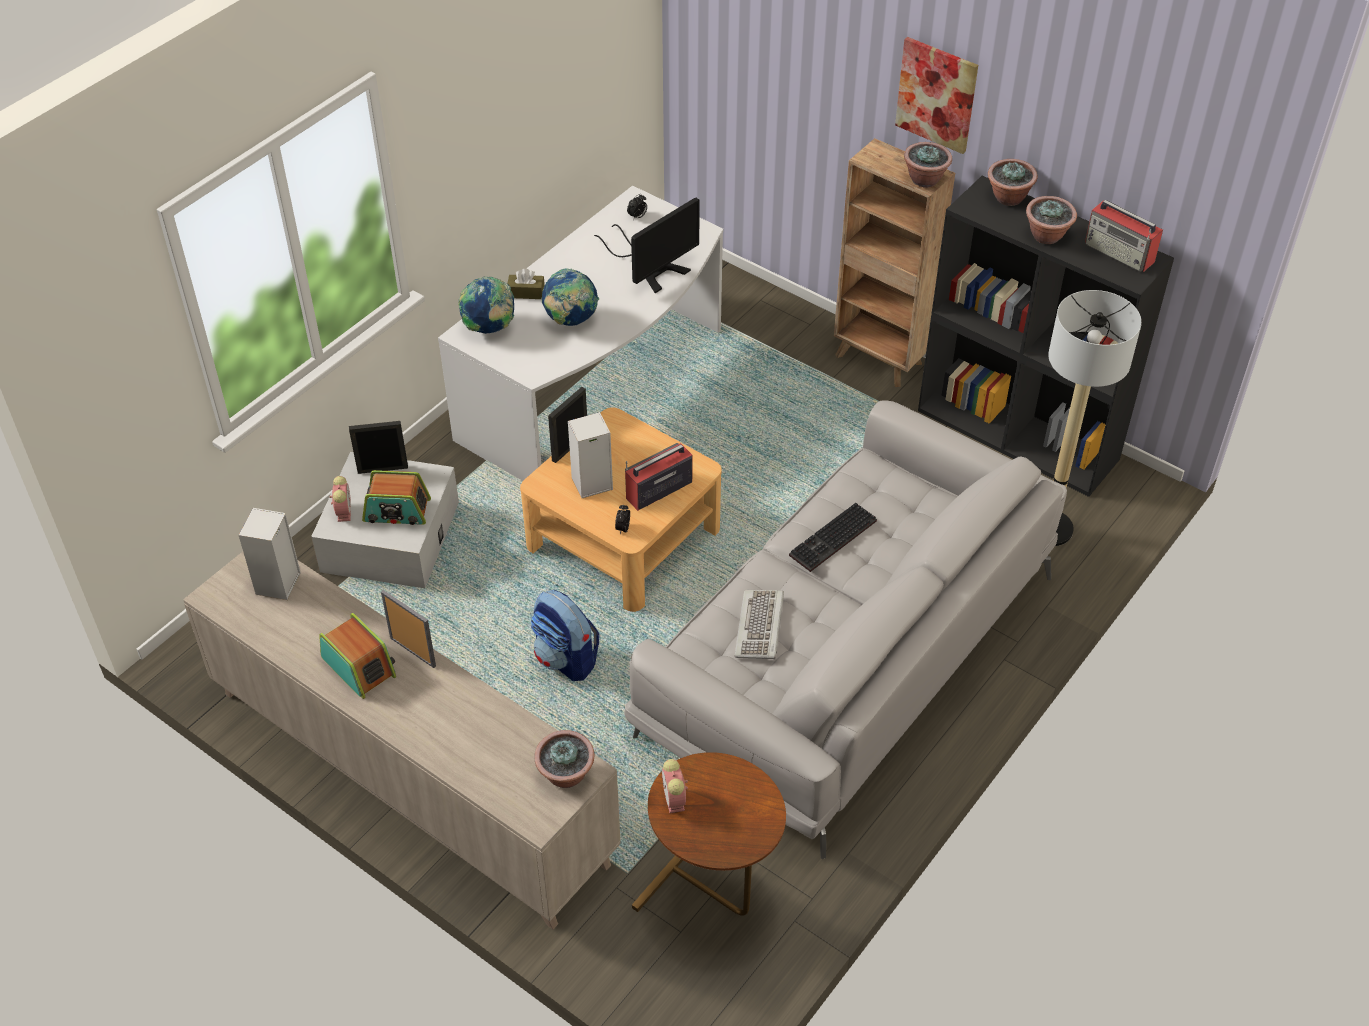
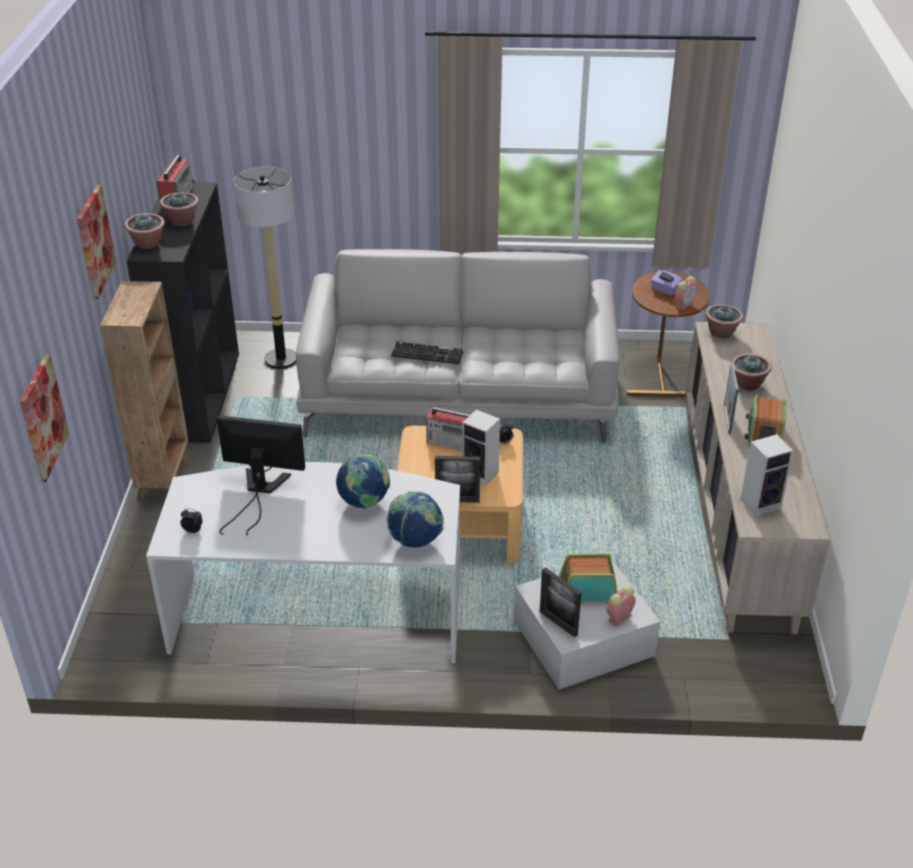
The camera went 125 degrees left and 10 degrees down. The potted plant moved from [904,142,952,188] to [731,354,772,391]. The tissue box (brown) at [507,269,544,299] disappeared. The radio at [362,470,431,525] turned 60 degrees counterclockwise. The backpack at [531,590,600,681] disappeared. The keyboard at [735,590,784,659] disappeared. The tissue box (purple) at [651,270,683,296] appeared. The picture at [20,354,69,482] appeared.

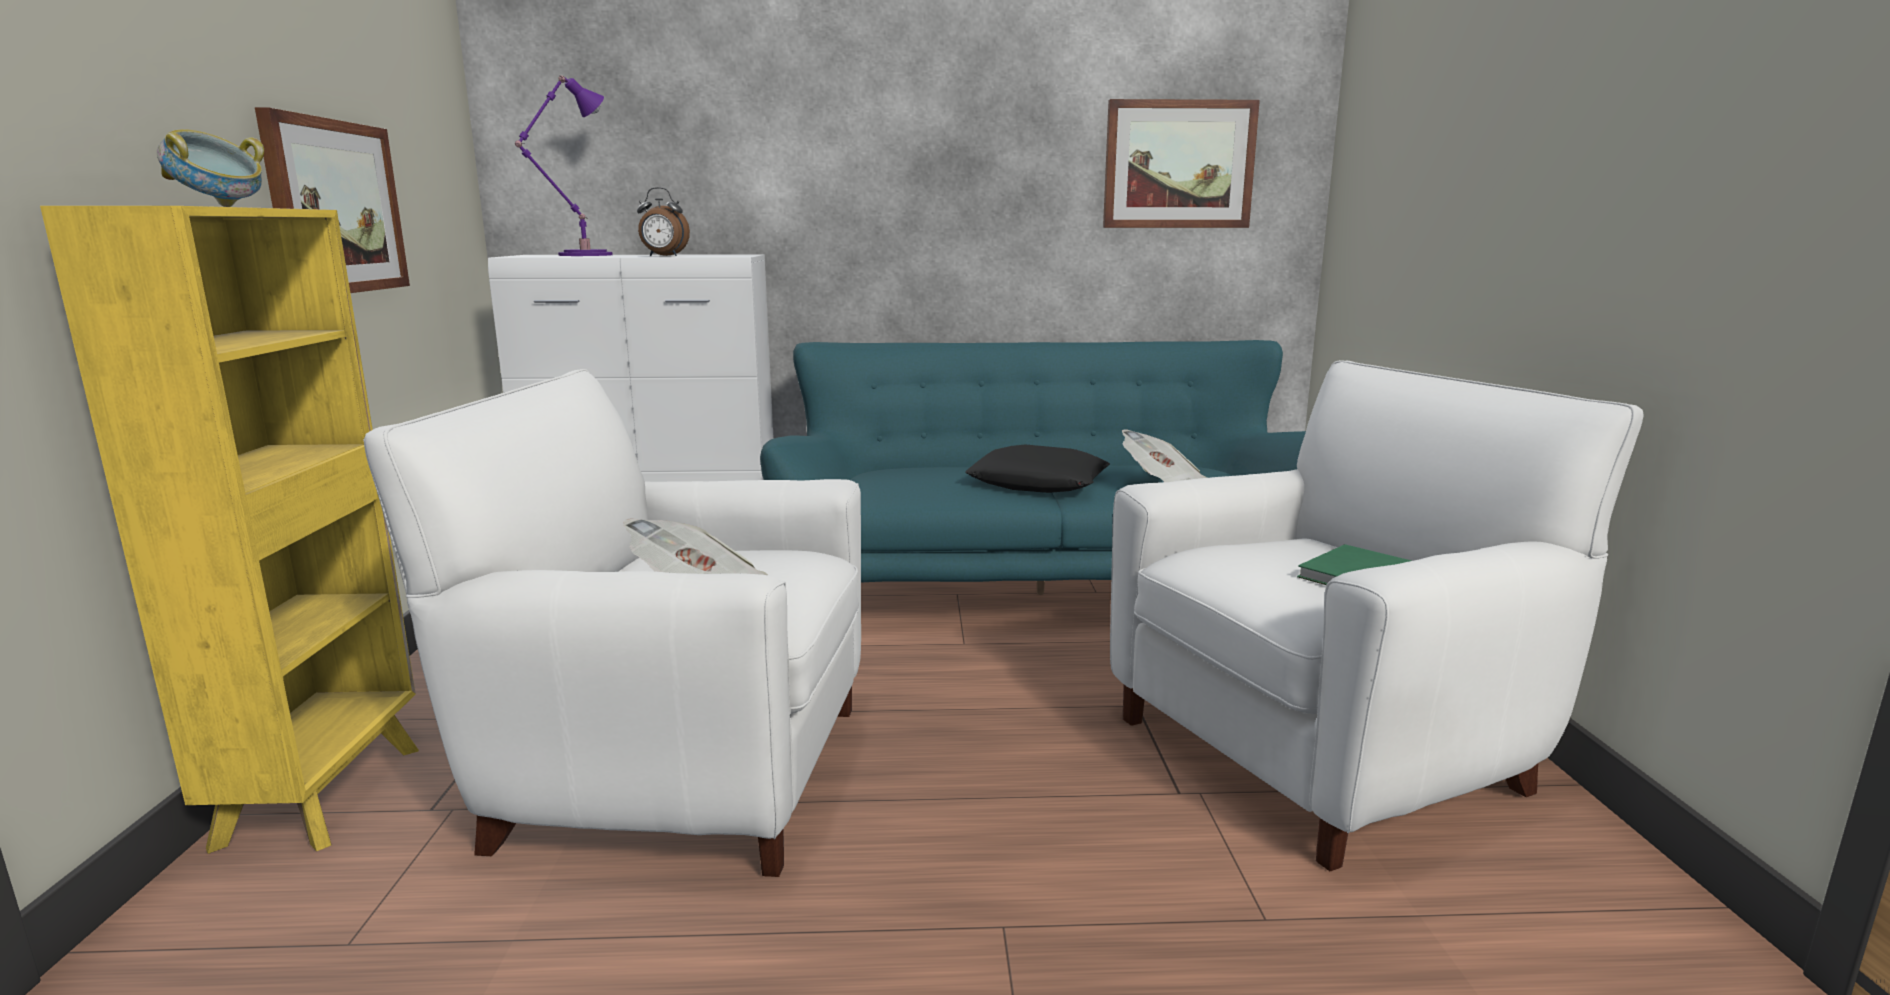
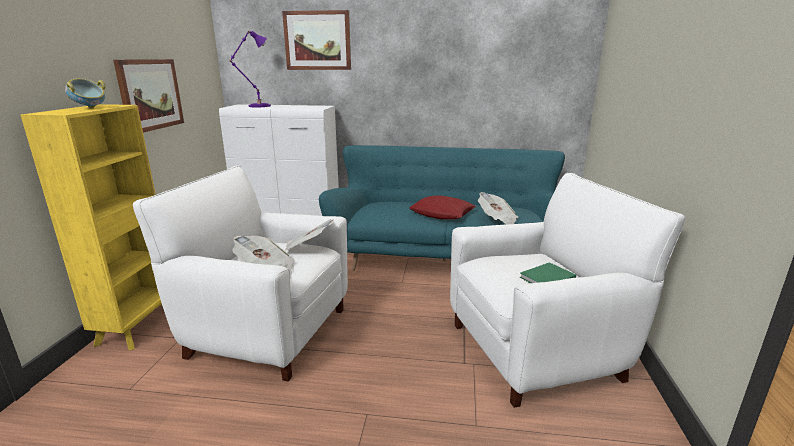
The camera went 10 degrees right and 5 degrees up. The picture moved from [1103,99,1260,228] to [282,10,351,70]. The alarm clock at [637,187,690,256] disappeared. The pillow (black) at [965,445,1110,493] became the pillow (red) at [409,196,476,220]. The newspaper at [285,219,334,251] appeared.

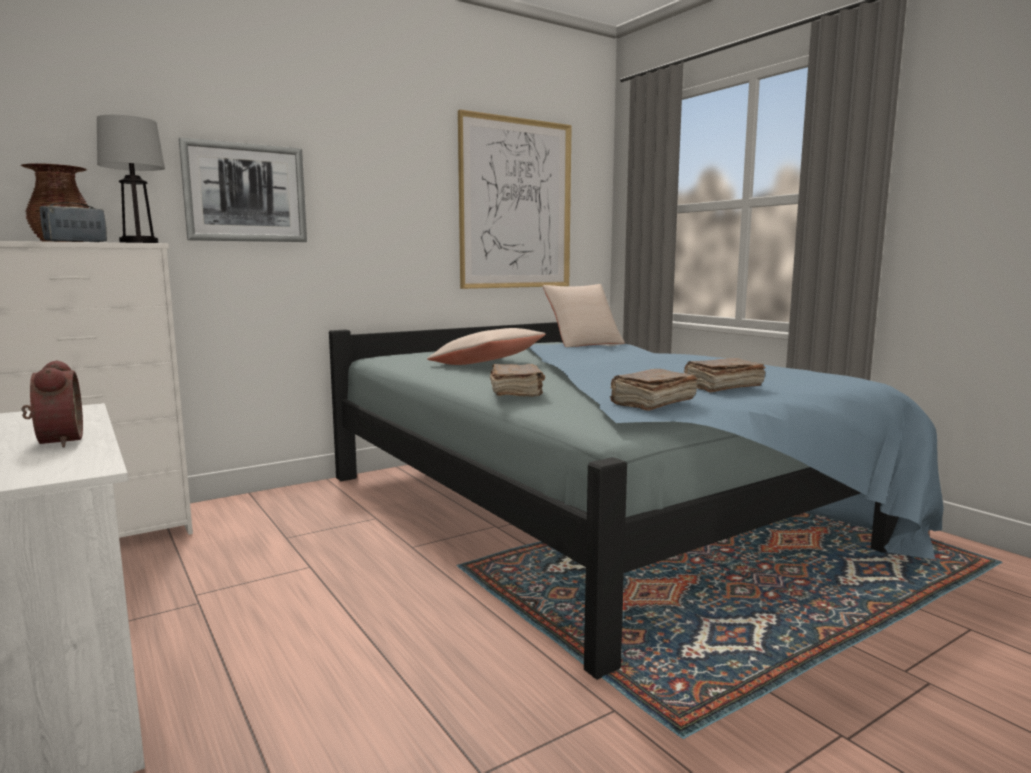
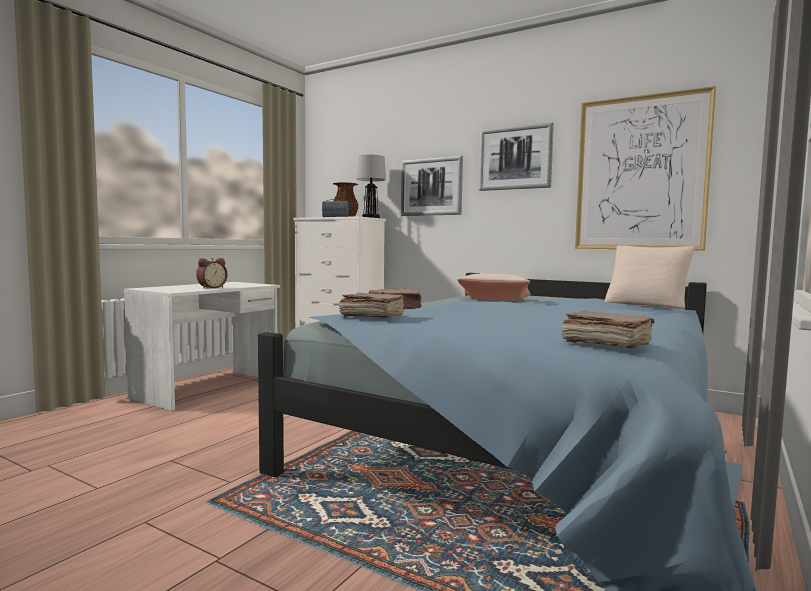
The camera went 65 degrees right and 5 degrees down. The book (brown) moved from [684,358,766,392] to [561,311,654,348]. The picture at [479,122,554,191] appeared.

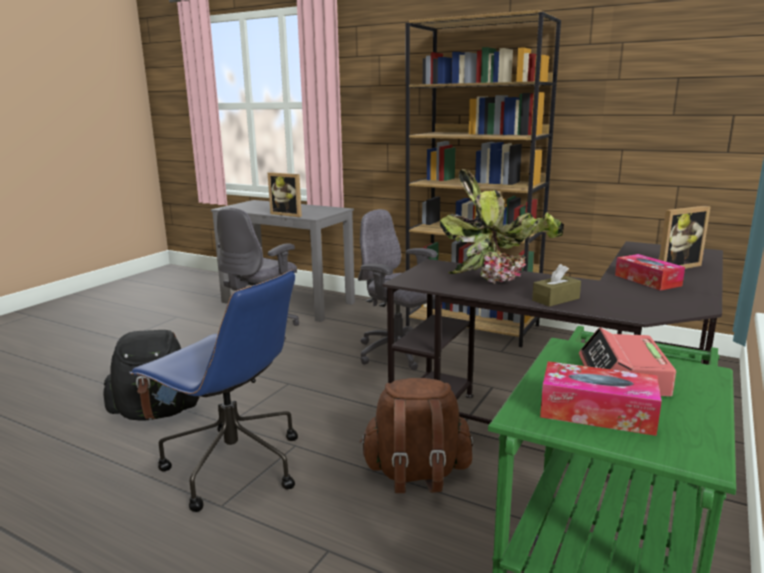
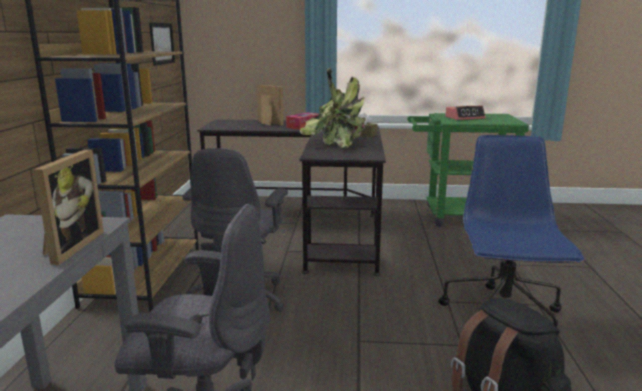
The camera went 115 degrees left and 0 degrees up. The tissue box at [540,361,662,436] disappeared. The backpack (brown) at [360,378,473,493] disappeared. The picture at [149,22,175,66] appeared.

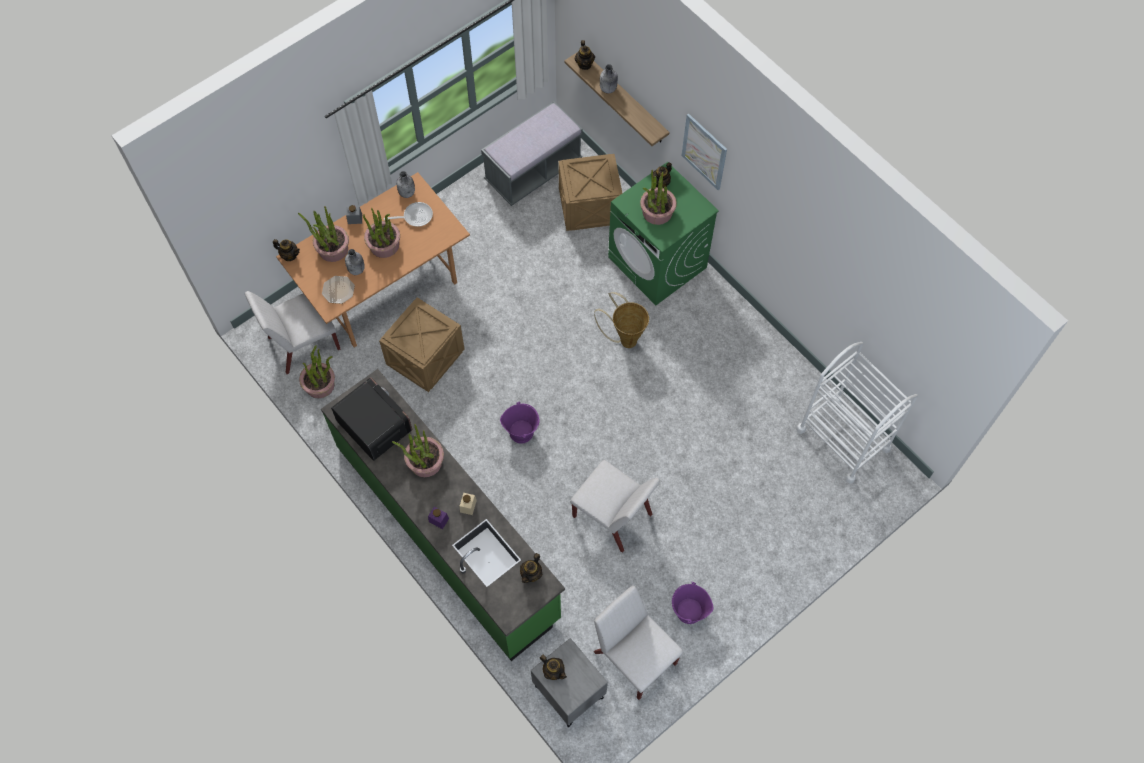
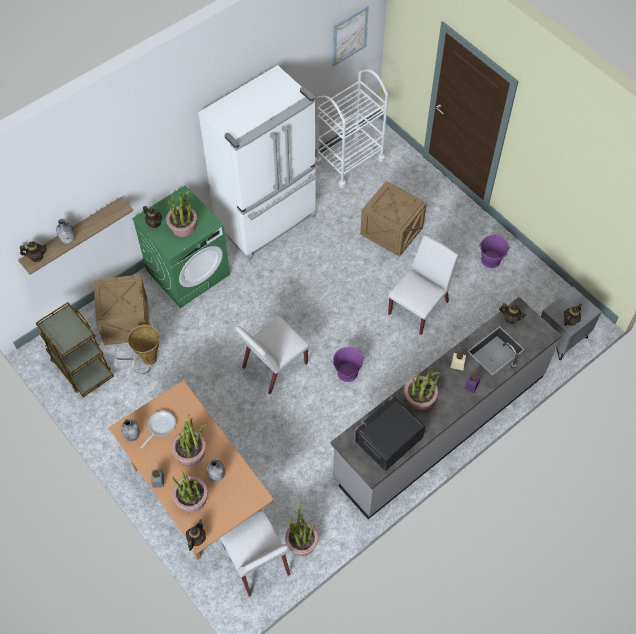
The camera went 90 degrees left and 5 degrees down. The bench (grey) at [481,101,583,206] was replaced by the cart (brown) at [36,302,114,397]. The picture moved from [681,114,727,190] to [332,5,369,67]. The frying pan at [384,202,433,227] turned 45 degrees clockwise. The plate at [322,276,355,304] disappeared. The basket moved from [594,292,649,348] to [115,325,160,374]. The crate moved from [379,297,465,392] to [360,181,427,256]. The counter (green) at [321,369,565,661] became the counter (grey) at [331,297,562,519]. The chair (white) moved from [594,585,683,700] to [236,316,310,394]. The fridge (white) at [198,65,316,260] appeared.

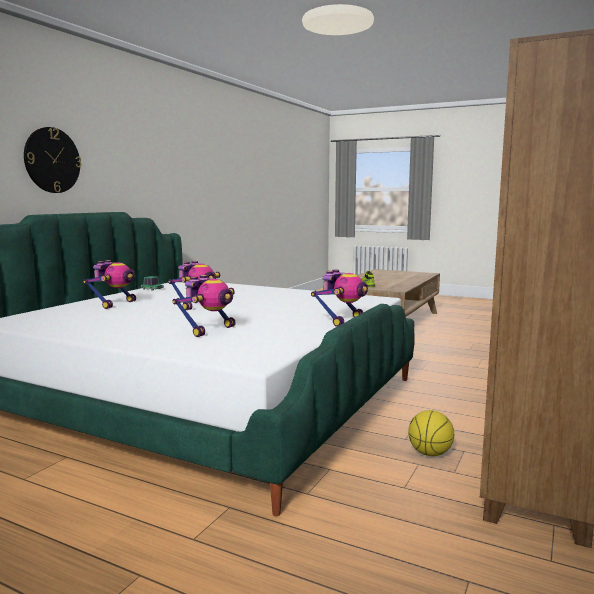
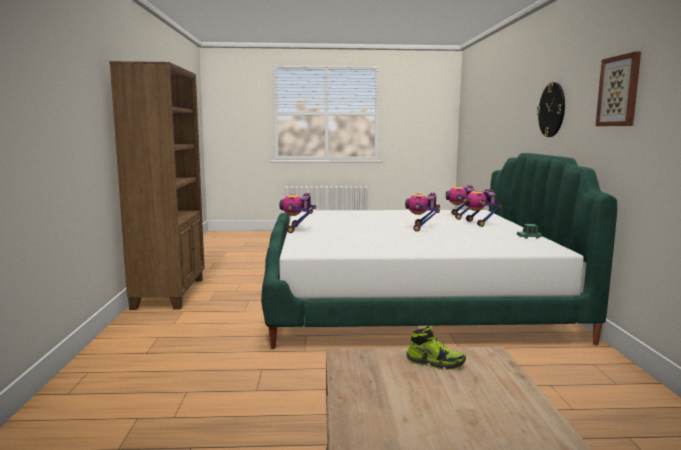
The camera went 150 degrees right and 0 degrees up. The toy robot moved from [172,275,236,337] to [445,185,474,220]. The basketball at [408,410,454,456] disappeared. The picture at [595,52,641,126] appeared.

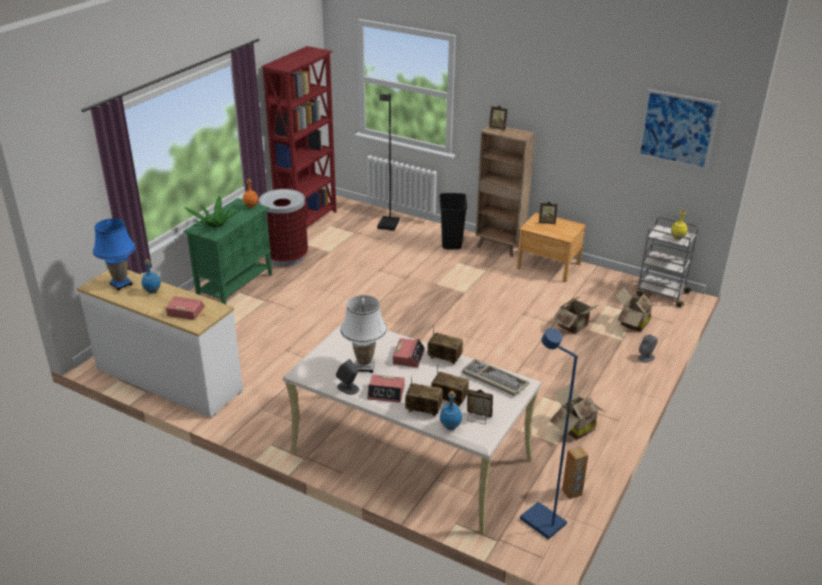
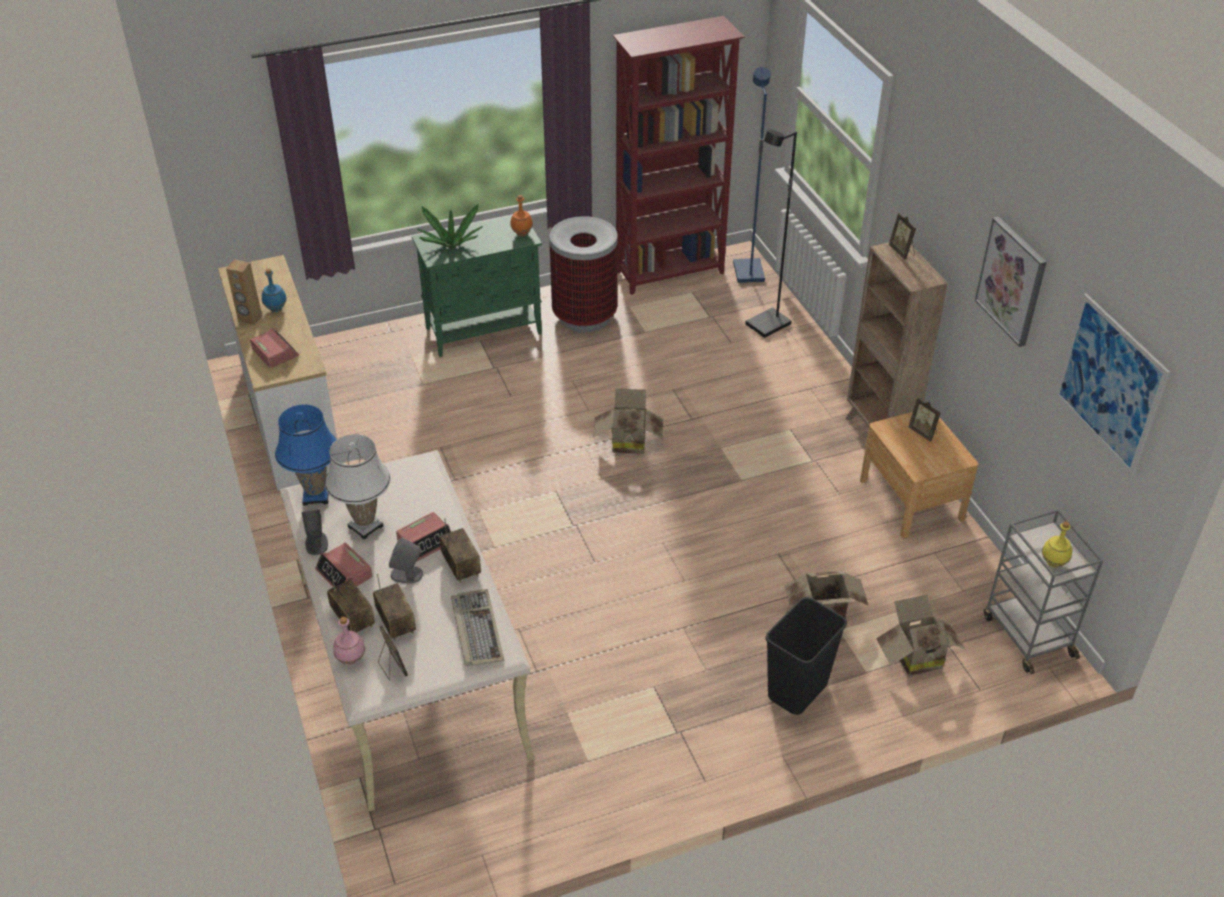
The camera went 40 degrees right and 10 degrees up. The trash can (black) moved from [440,193,467,250] to [766,597,847,715]. The table lamp (blue) moved from [93,219,136,291] to [275,405,337,506]. The floor lamp (blue) moved from [520,328,578,539] to [733,67,771,283]. The speaker (grey) moved from [638,334,658,363] to [389,537,423,583]. The cardboard box moved from [550,384,605,440] to [593,389,664,454]. The bottle (blue) at [440,391,462,430] became the bottle (pink) at [333,617,365,665]. The speaker (brown) moved from [562,446,589,499] to [226,259,262,325]. The picture at [975,217,1047,347] appeared.

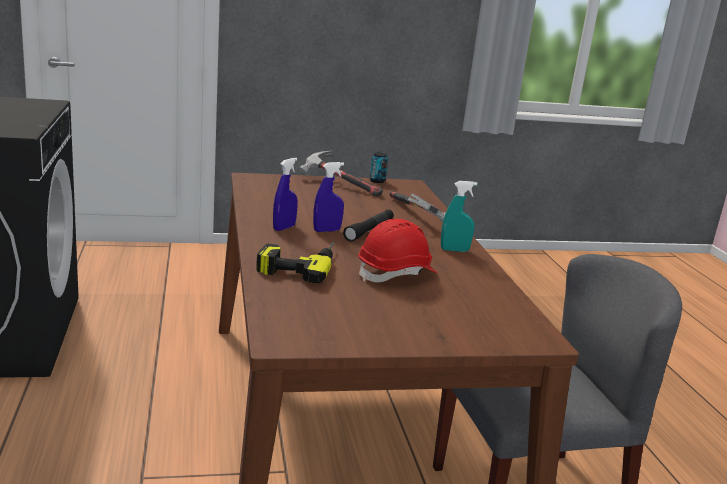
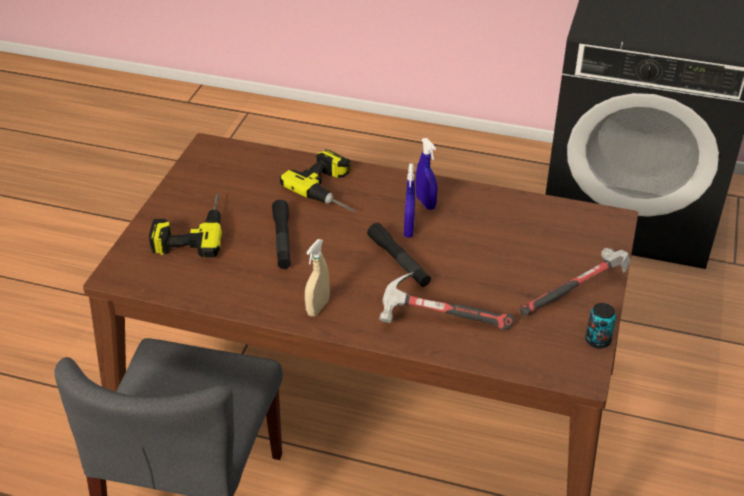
The camera went 120 degrees right and 20 degrees up. The spray bottle (turquoise) at [441,181,477,252] became the spray bottle (beige) at [305,239,330,317]. The hard hat (red) at [358,219,437,282] was replaced by the flashlight (black) at [272,200,291,269]. The power drill at [149,193,222,258] appeared.

